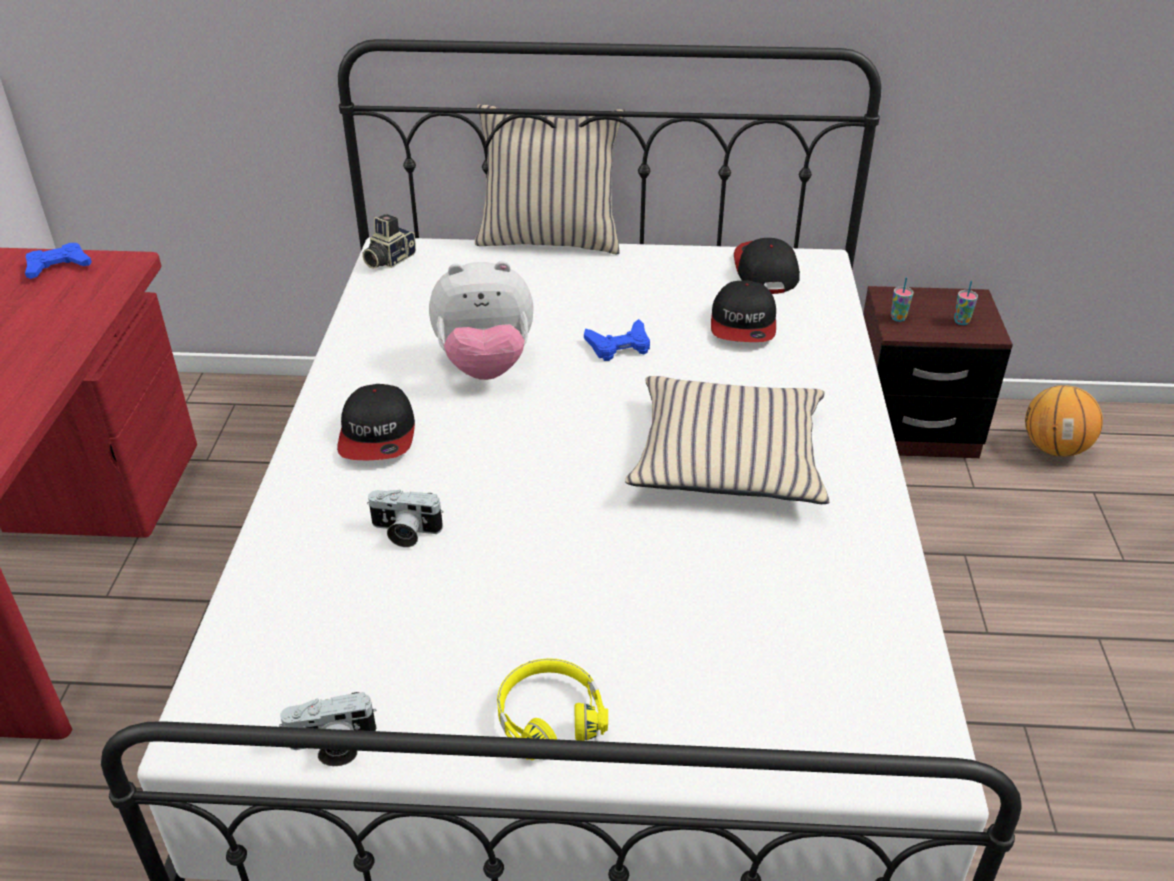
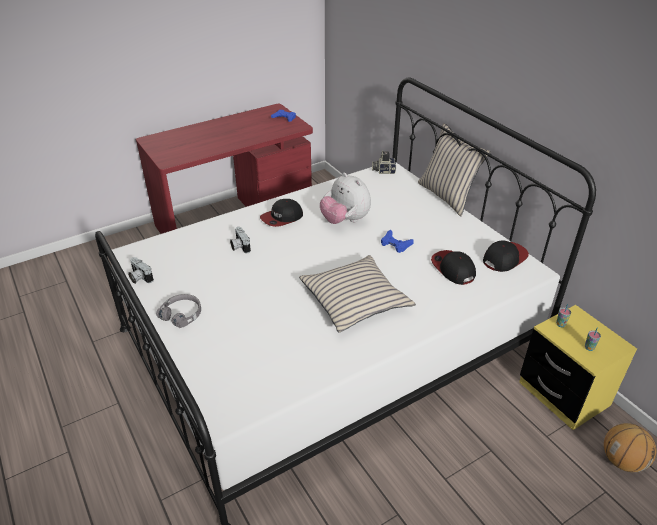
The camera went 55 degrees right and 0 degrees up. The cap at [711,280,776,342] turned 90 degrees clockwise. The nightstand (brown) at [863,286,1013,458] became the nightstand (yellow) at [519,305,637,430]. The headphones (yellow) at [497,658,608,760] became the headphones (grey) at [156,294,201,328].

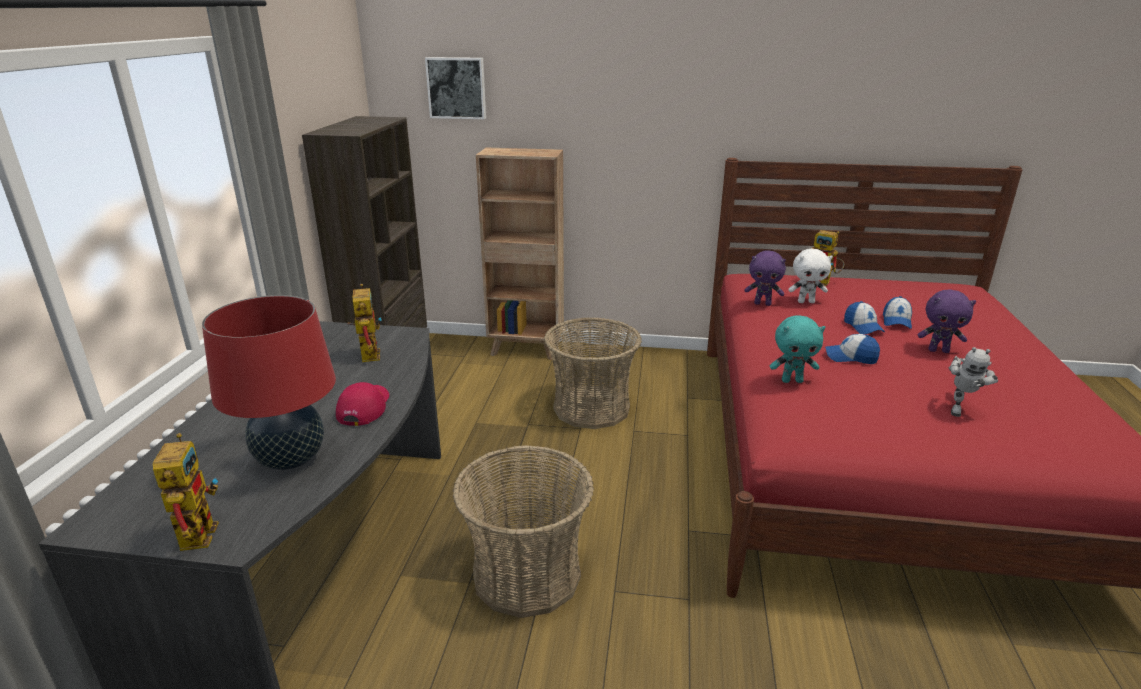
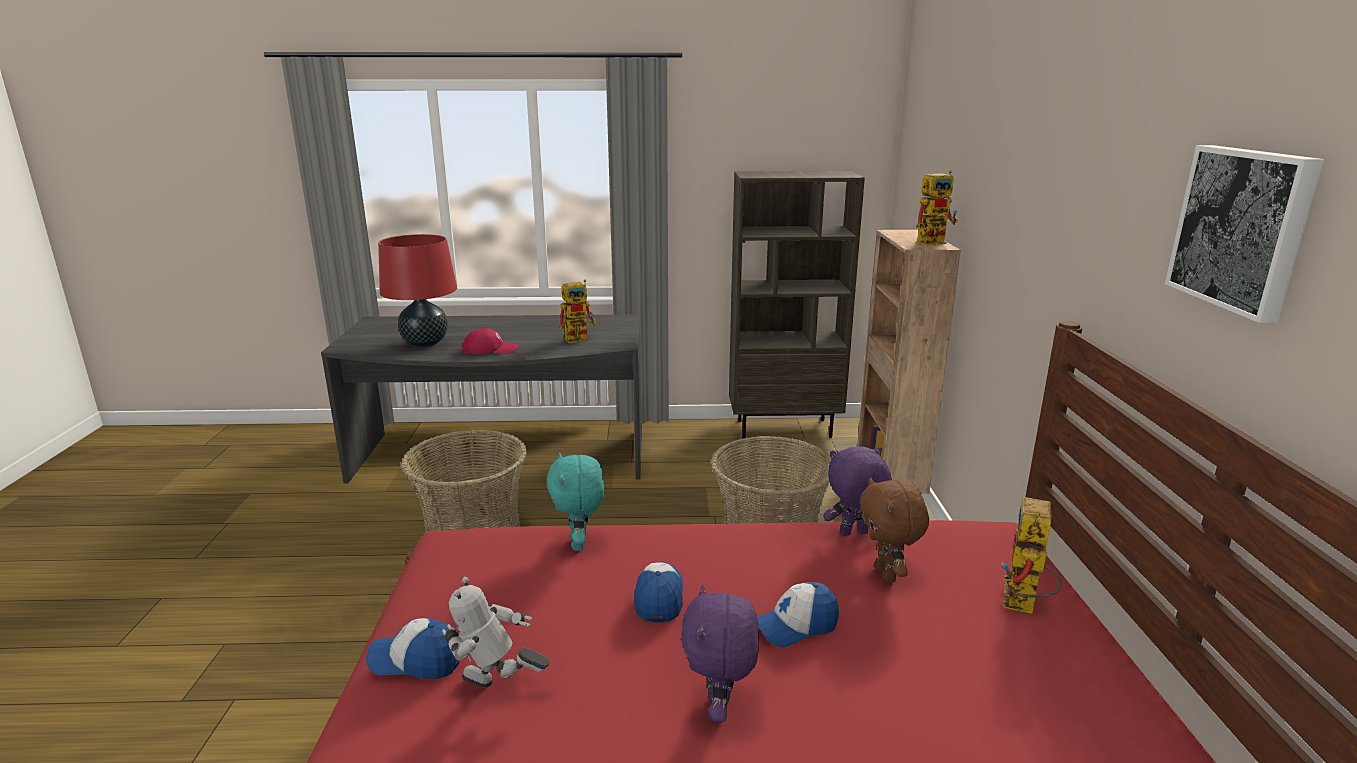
The camera went 80 degrees right and 5 degrees down. The picture moved from [425,57,486,119] to [1165,145,1324,323]. The plush toy (white) at [788,249,833,303] became the plush toy (brown) at [860,477,929,583]. The plush toy (purple) at [744,250,786,306] turned 75 degrees clockwise. The cap moved from [883,296,912,329] to [366,618,460,679]. The toy robot moved from [153,433,219,551] to [916,170,958,245].

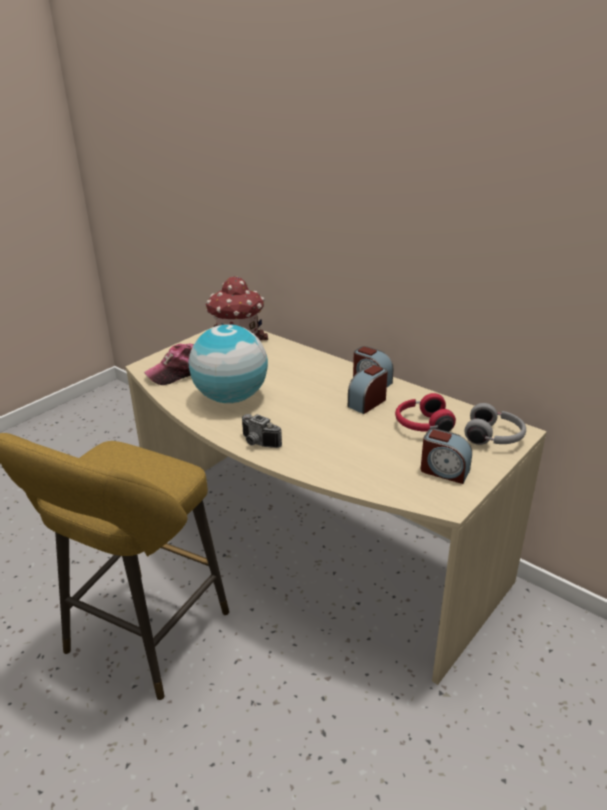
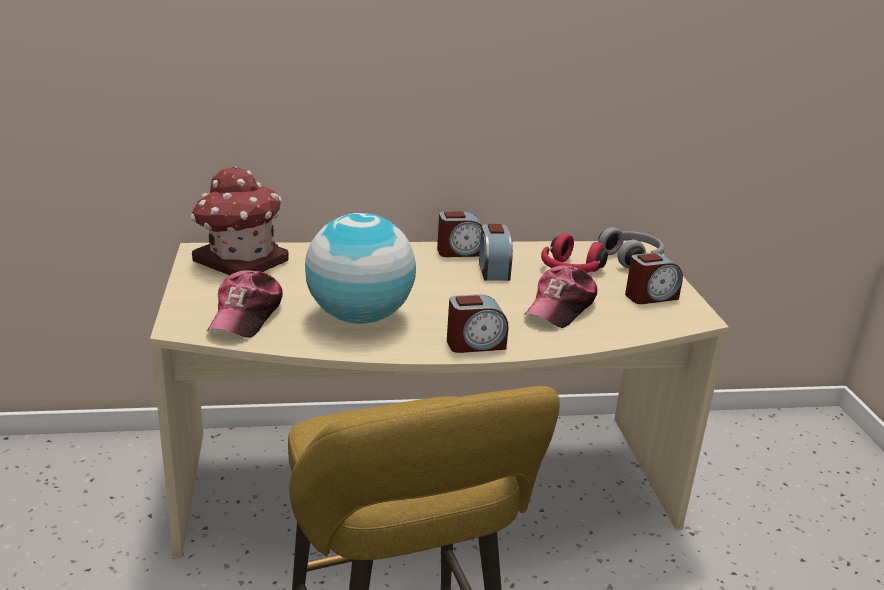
The camera went 50 degrees left and 5 degrees down. The photo camera at [242,414,282,448] was replaced by the alarm clock at [447,294,508,353]. The cap at [524,266,598,328] appeared.

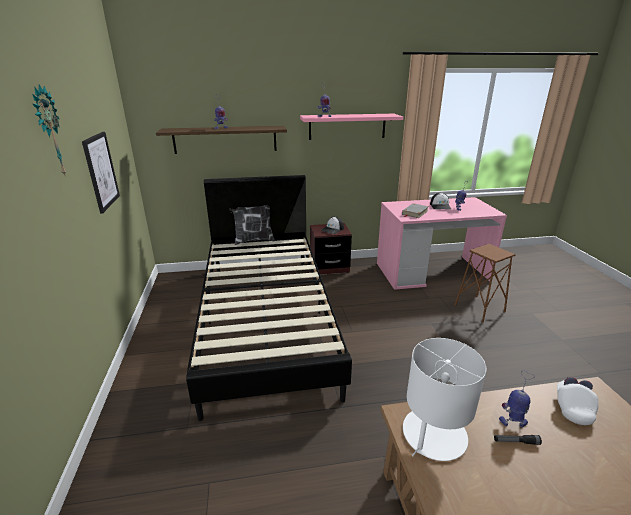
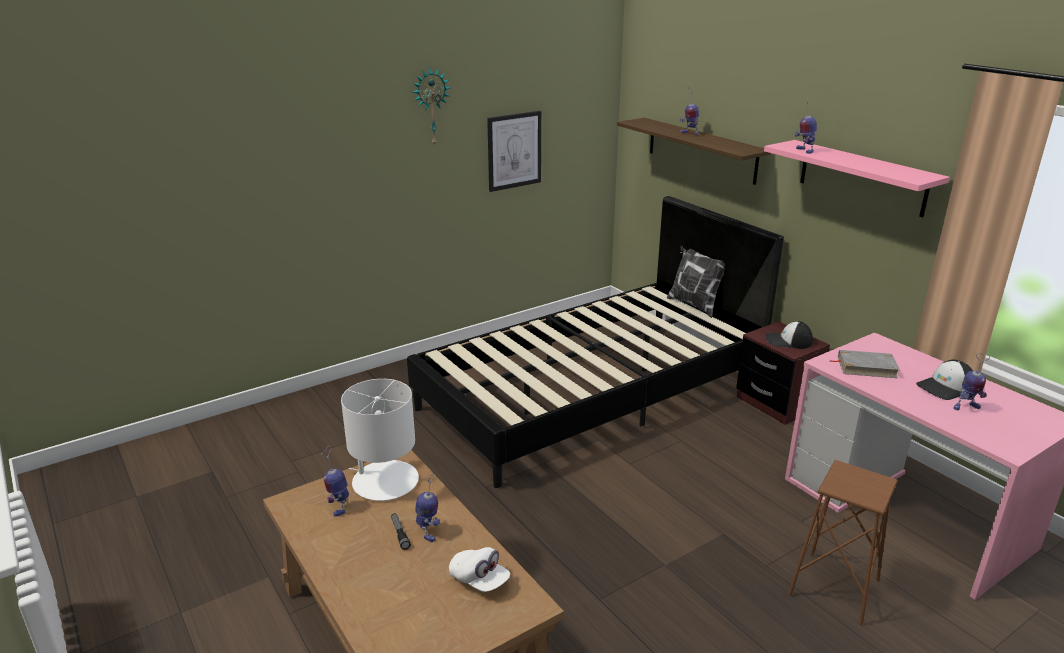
The camera went 65 degrees right and 0 degrees up. The cap (white) at [557,377,598,425] turned 45 degrees clockwise. The toy robot at [321,446,349,517] appeared.

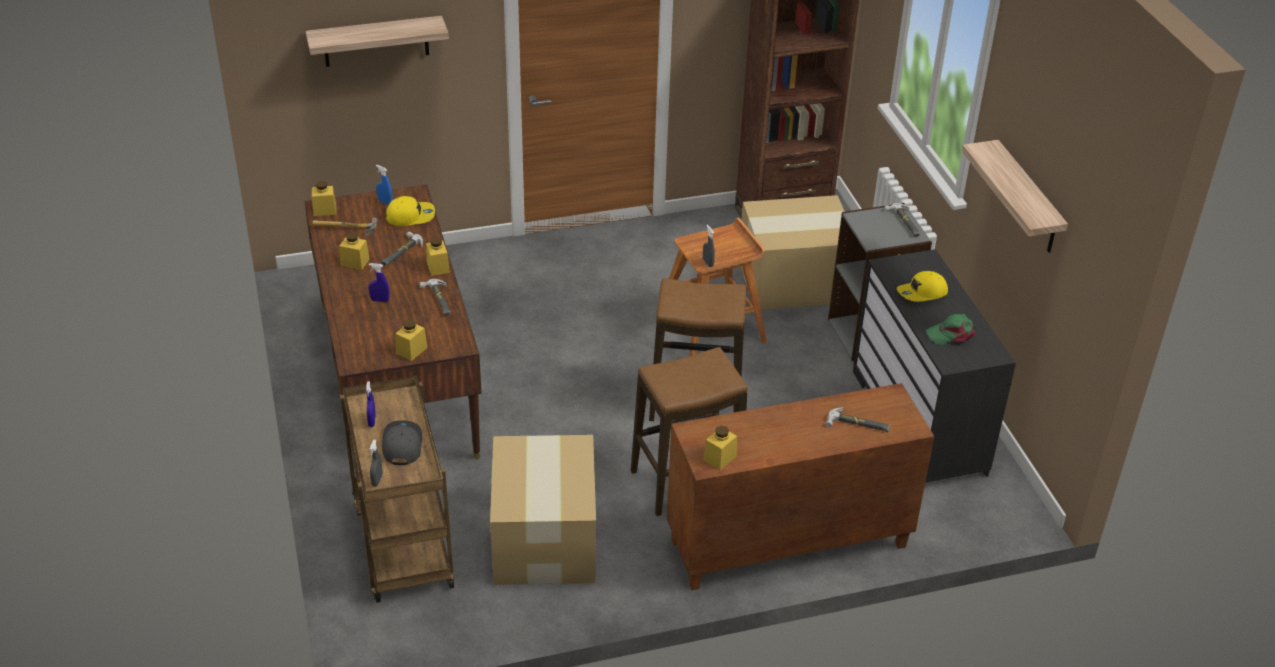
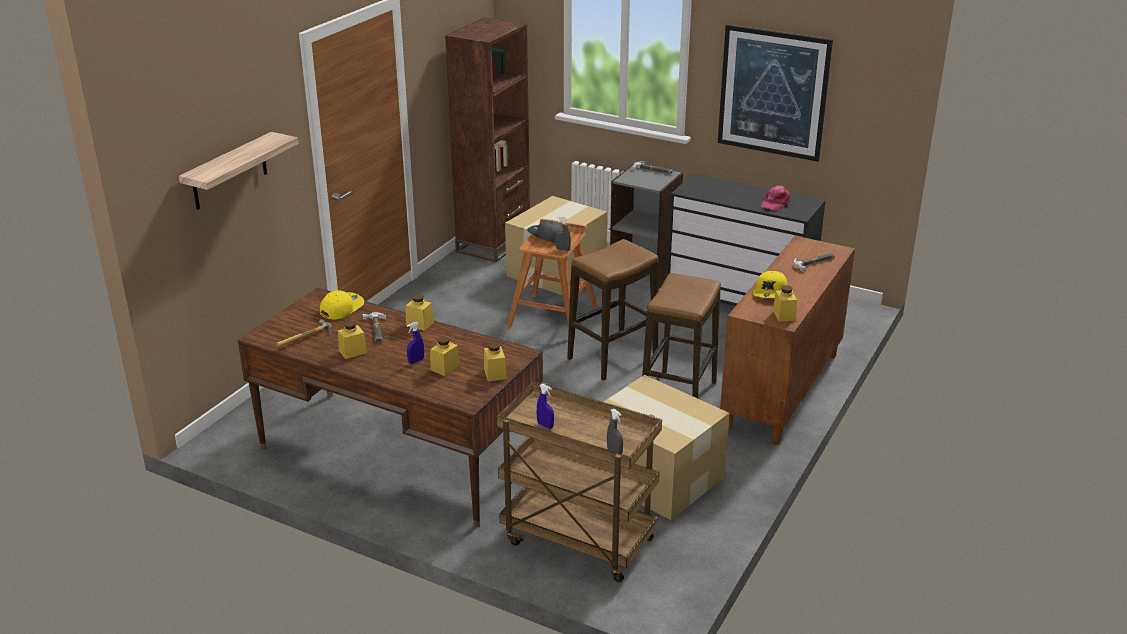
The camera went 45 degrees left and 10 degrees down. The shelf at [962,140,1068,253] was replaced by the picture at [718,24,833,162]. The spray bottle (blue) at [376,165,393,205] disappeared. The jar (yellow) moved from [312,181,336,216] to [430,337,460,376]. The cap (yellow) moved from [897,271,948,302] to [753,271,787,298]. The hammer at [419,279,451,316] disappeared. The cap (green) at [926,314,976,345] became the cap (pink) at [760,185,790,211]. The cap (grey) moved from [382,420,422,465] to [527,220,562,243].

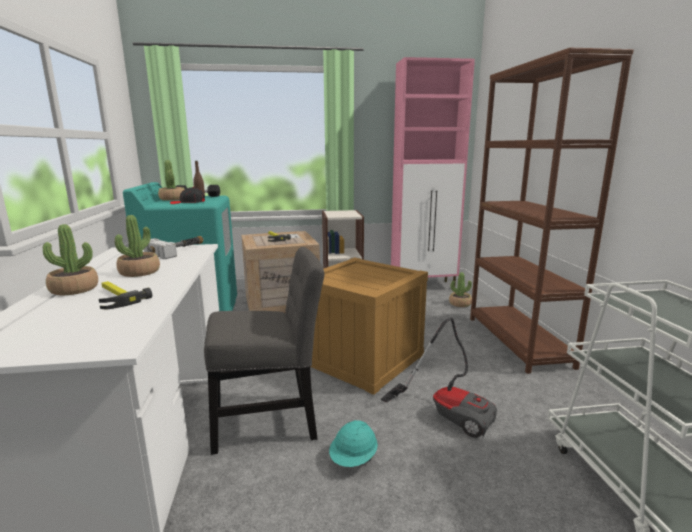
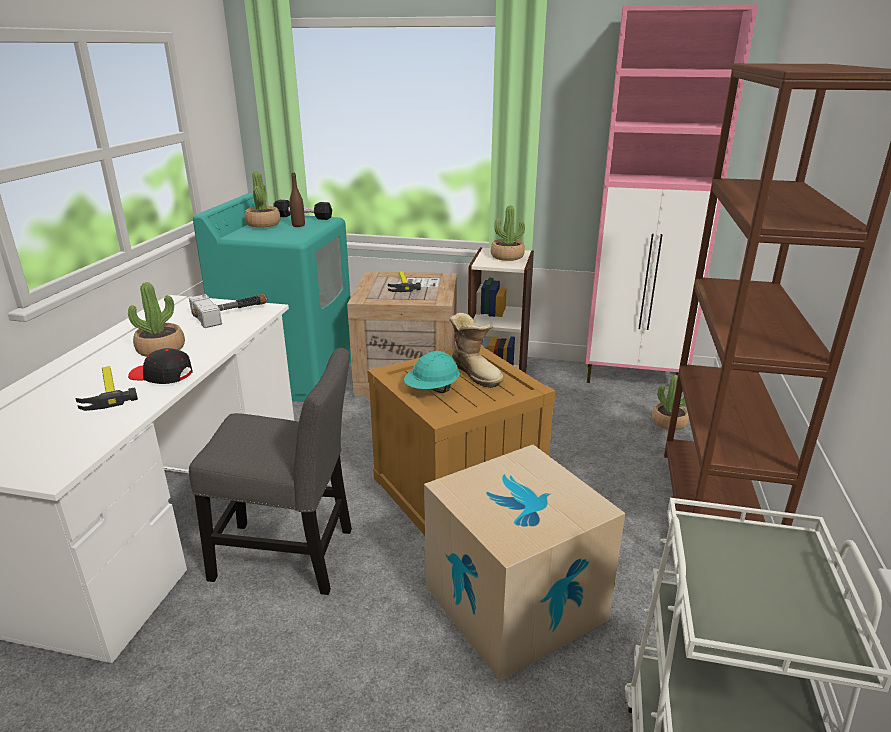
The camera went 20 degrees right and 10 degrees up. The cap (black) moved from [170,187,205,204] to [128,348,192,384]. The potted plant moved from [43,224,98,295] to [491,205,525,261]. The vacuum cleaner at [381,318,497,438] was replaced by the cardboard box at [424,445,625,681]. The hard hat (turquoise) moved from [329,420,378,467] to [404,351,460,393]. The boot at [449,313,504,388] appeared.

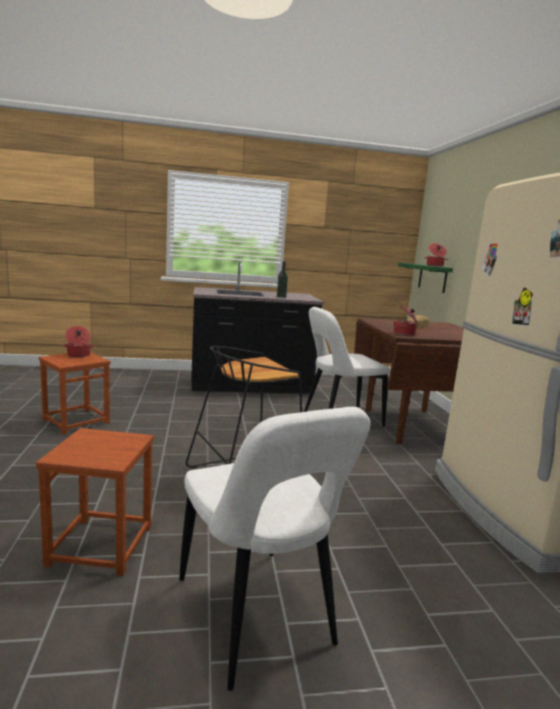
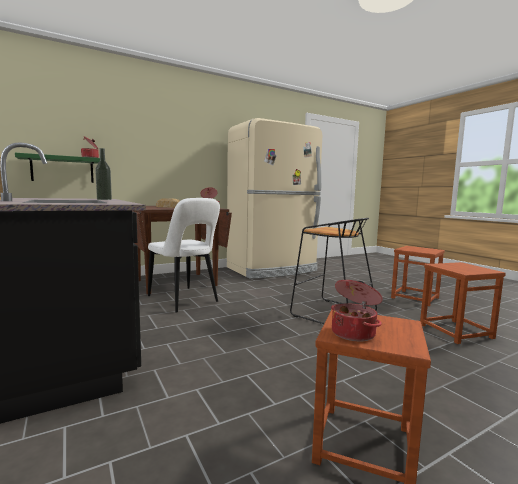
The camera went 110 degrees left and 5 degrees down. The chair (white) at [179,407,371,691] was replaced by the stool (brown) at [391,246,445,306].

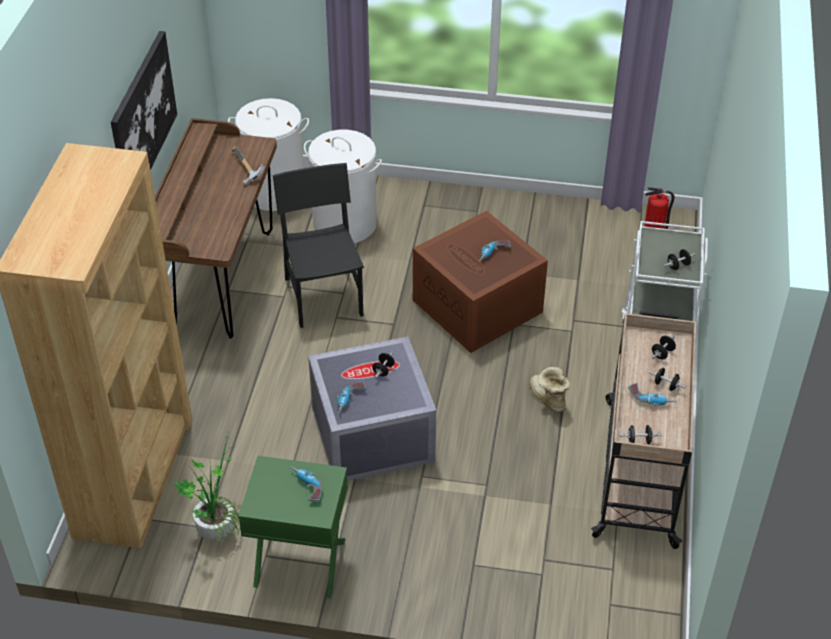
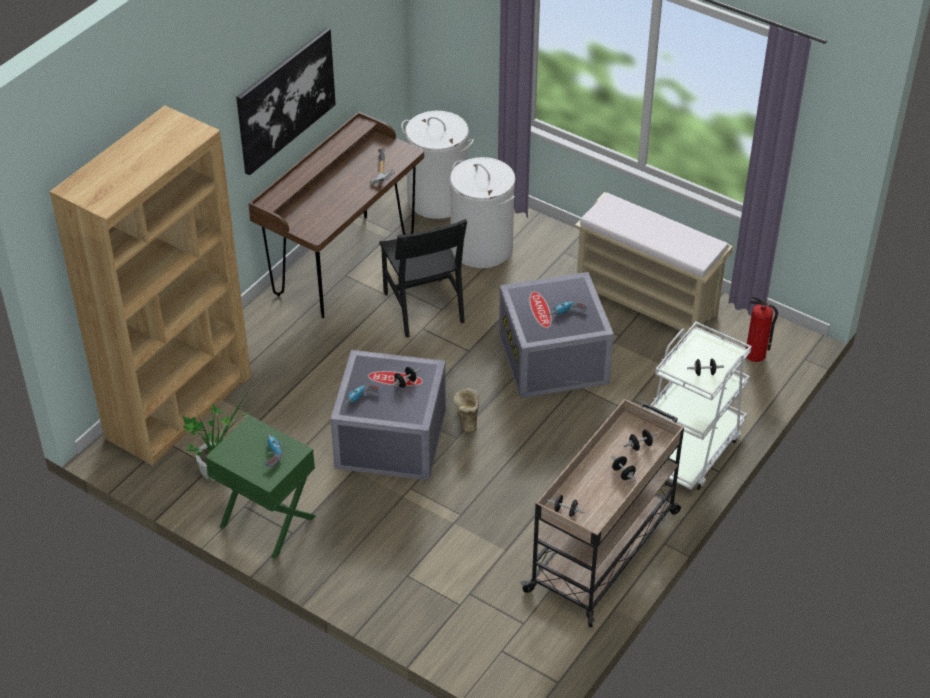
The camera went 25 degrees right and 0 degrees up. The chair (black) at [273,163,364,328] turned 150 degrees clockwise. The storage box (brown) at [413,211,548,353] became the storage box (grey) at [499,272,614,398]. The boot moved from [530,367,570,413] to [453,388,479,433]. The power drill at [628,383,677,406] disappeared. The bench (beige) at [575,192,733,335] appeared.

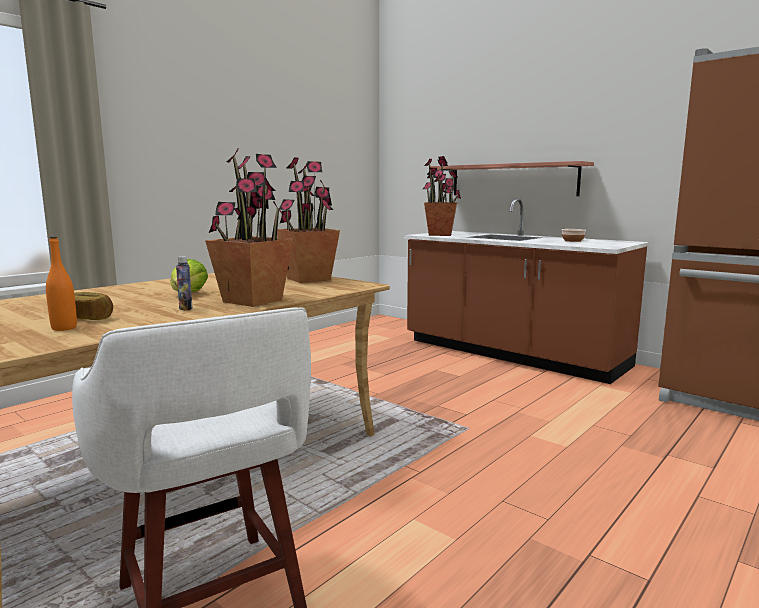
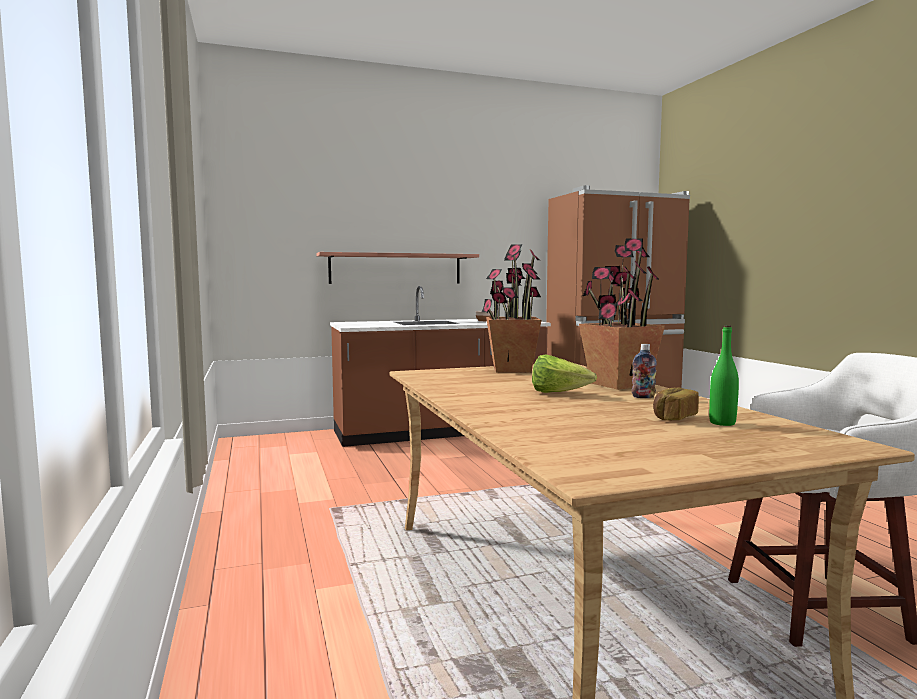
The camera went 60 degrees left and 5 degrees down. The potted plant at [423,156,461,236] disappeared. The bottle (orange) at [46,237,77,331] became the bottle (green) at [709,325,739,426].

